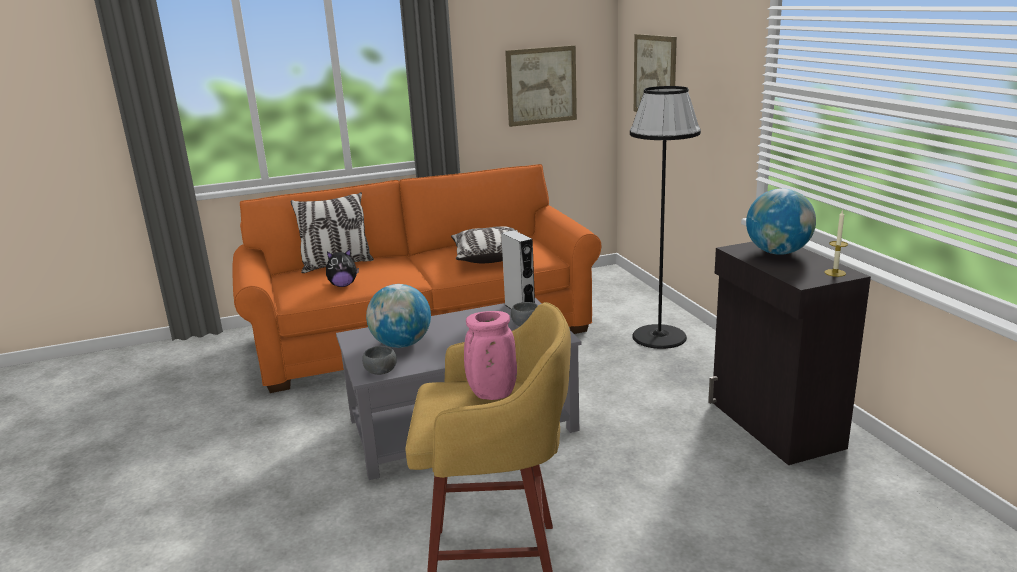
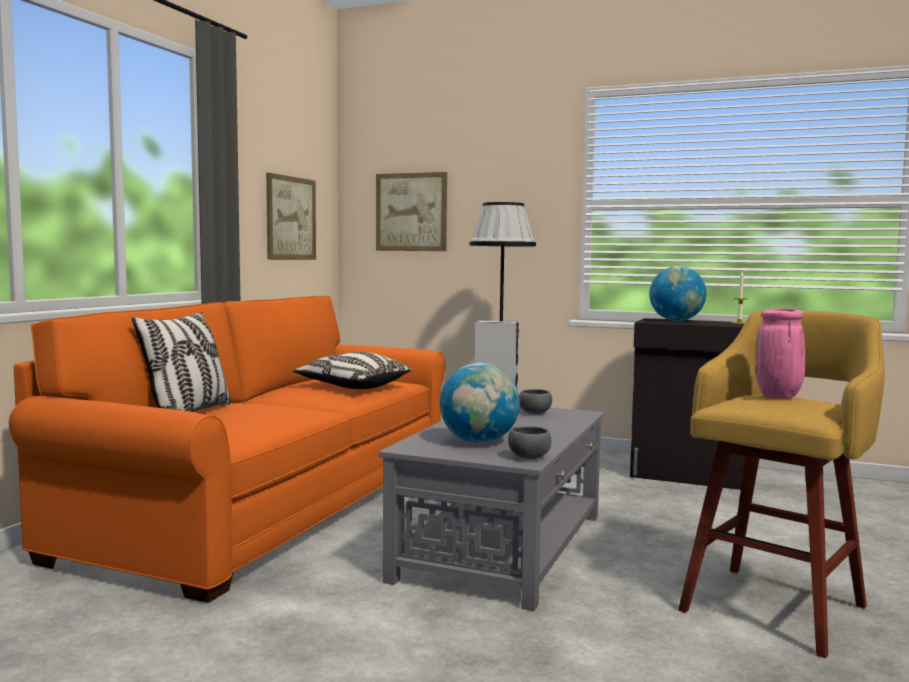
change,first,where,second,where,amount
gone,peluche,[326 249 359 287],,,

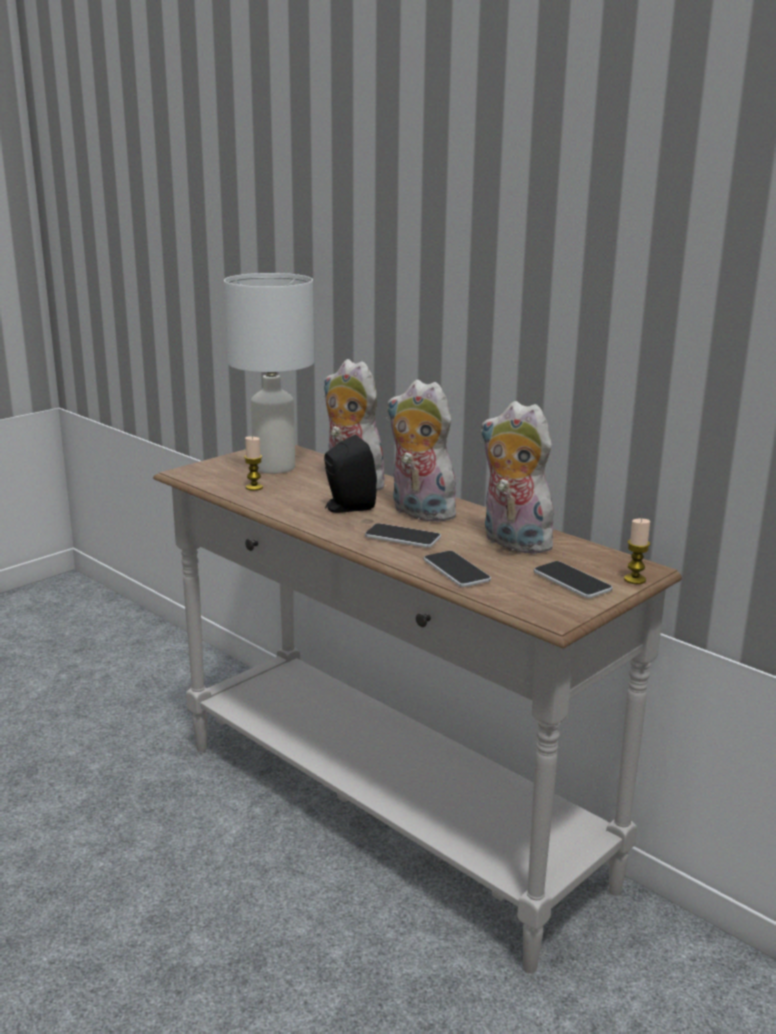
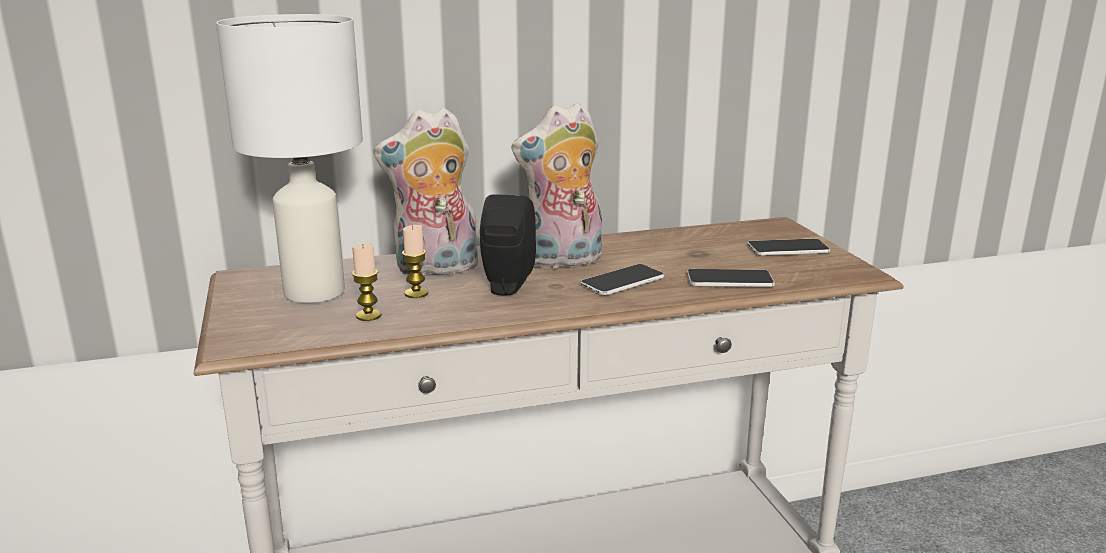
change,first,where,second,where,amount
gone,peluche,[480 401 556 554],,,
shifted,vela,[624 519 650 584],,[402 225 428 298],

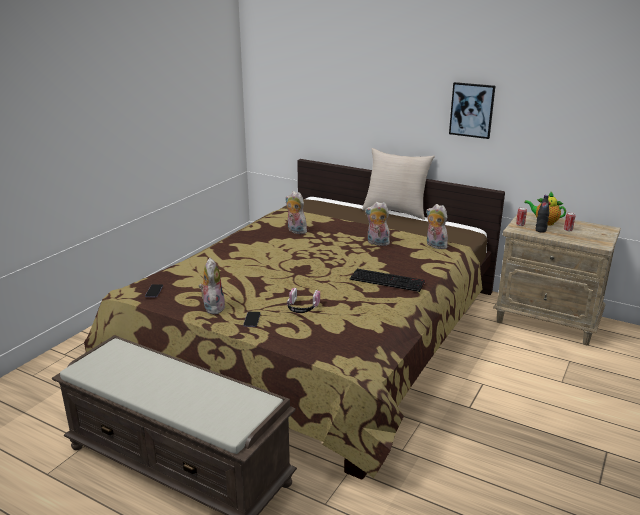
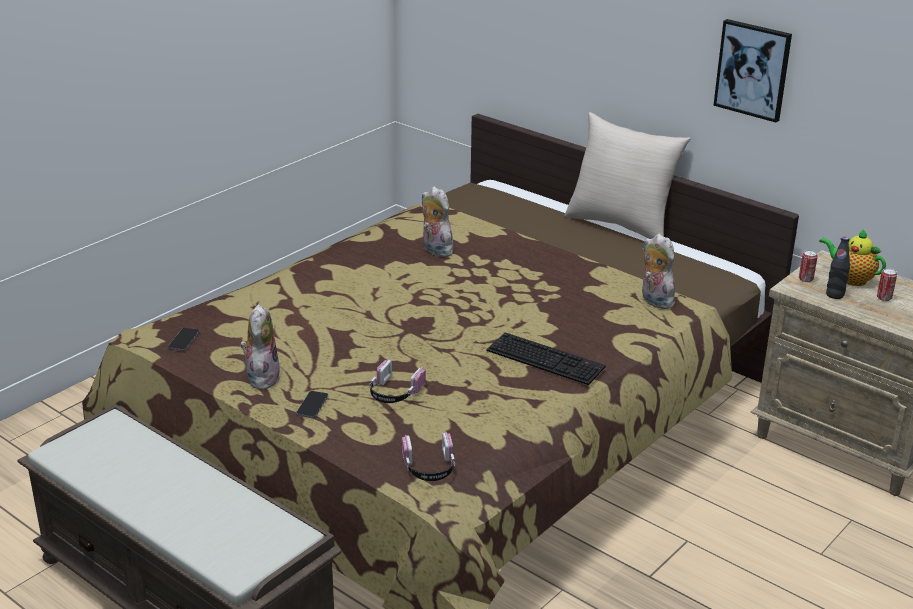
change,first,where,second,where,amount
gone,peluche,[365 202 390 246],,,
new,,,auriculares,[402 432 455 481],

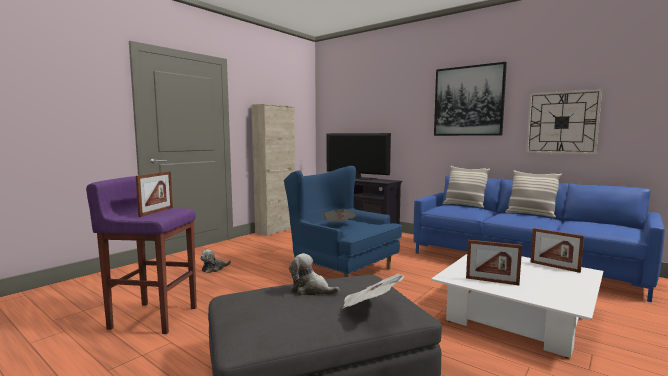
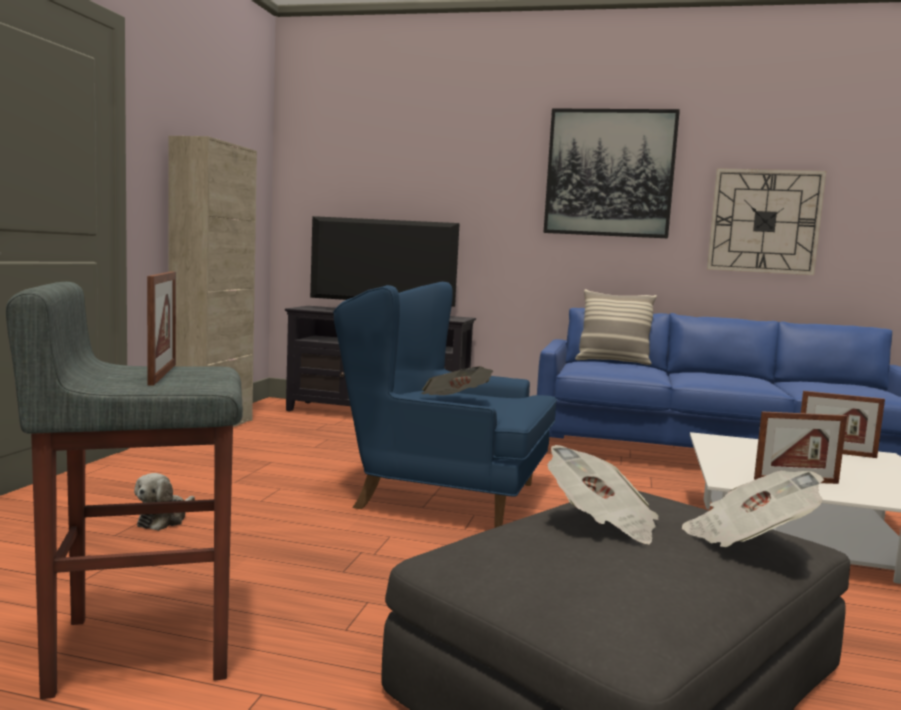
change,first,where,second,where,amount
gone,cojín,[506 170 562 218],,,
swapped,peluche,[289 253 340 296],periódico,[547 445 658 545],
repainted,taburete (morado),[86 176 197 334],taburete (gris),[6 282 243 699],

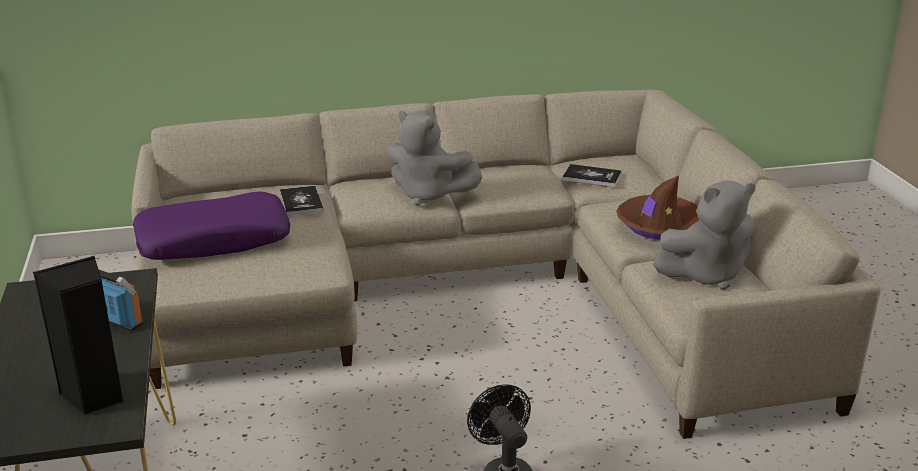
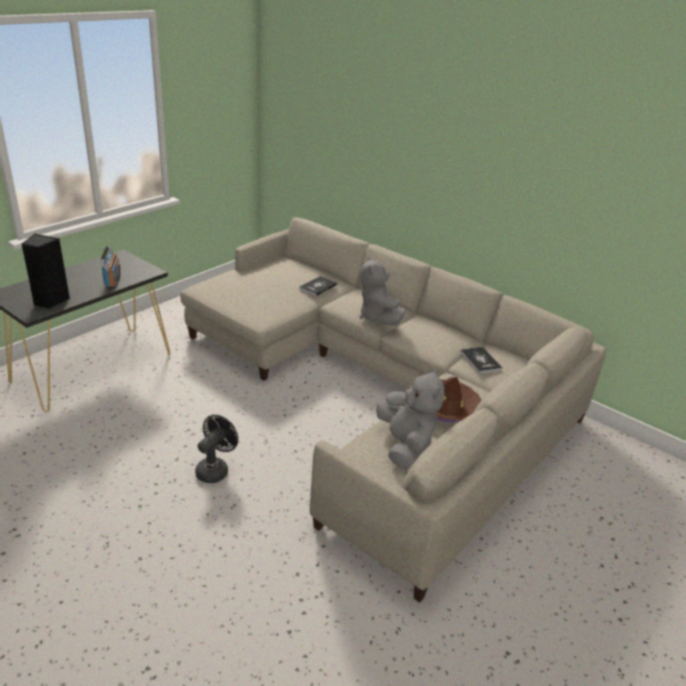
change,first,where,second,where,amount
gone,cojín (morado),[133 191 290 260],,,
rotated,peluche (gris),[653 180 755 290],,[376 368 445 469],135 degrees counterclockwise

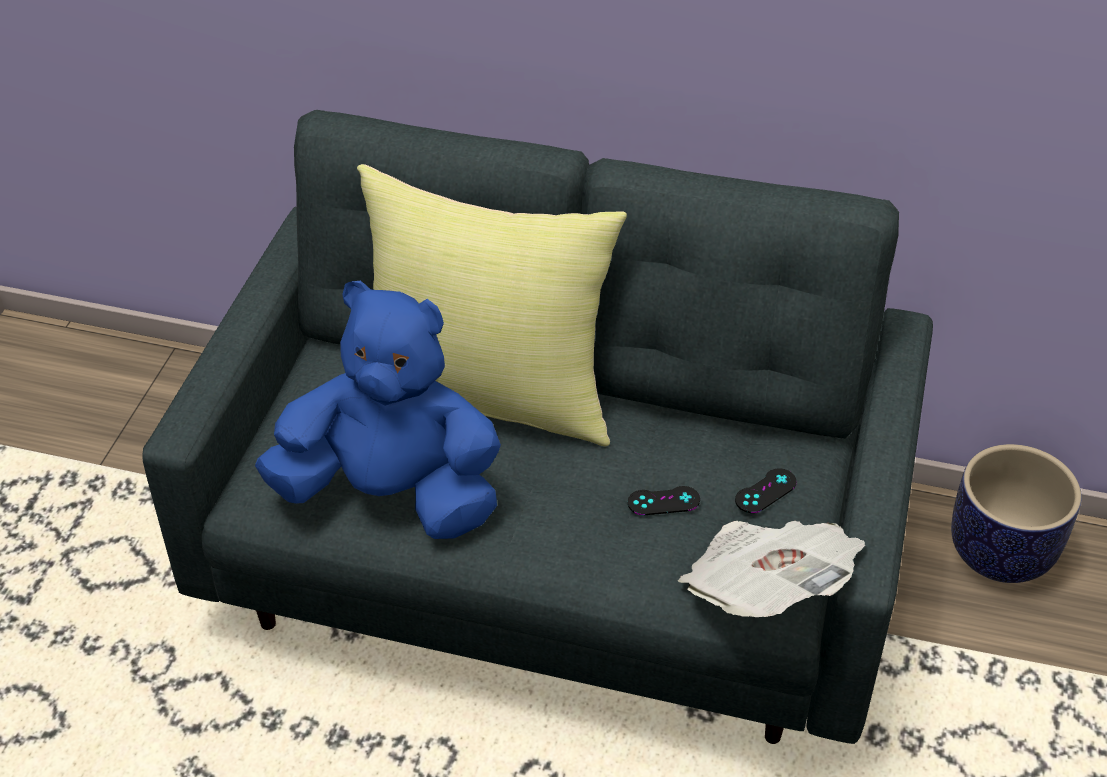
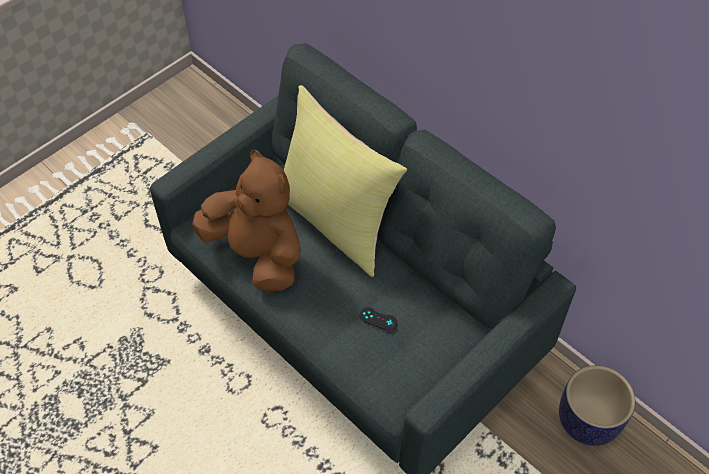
change,first,where,second,where,amount
gone,periódico,[678 521 865 617],,,
gone,mando de consola (negro),[735 468 797 513],,,
repainted,peluche (azul),[255 281 501 539],peluche (marrón),[192 149 301 291],

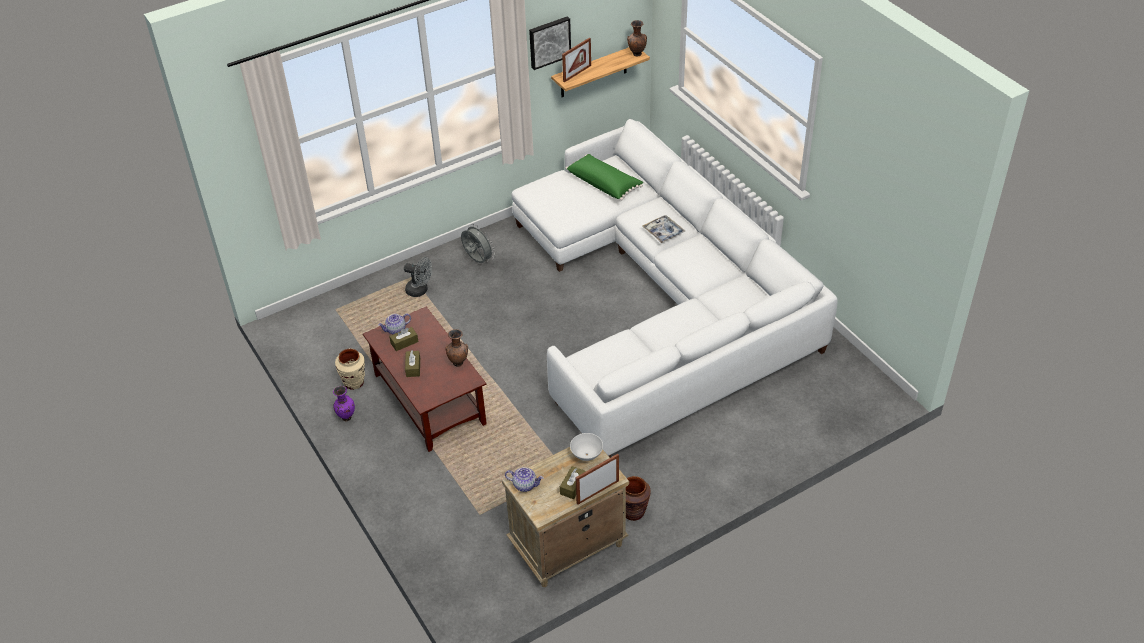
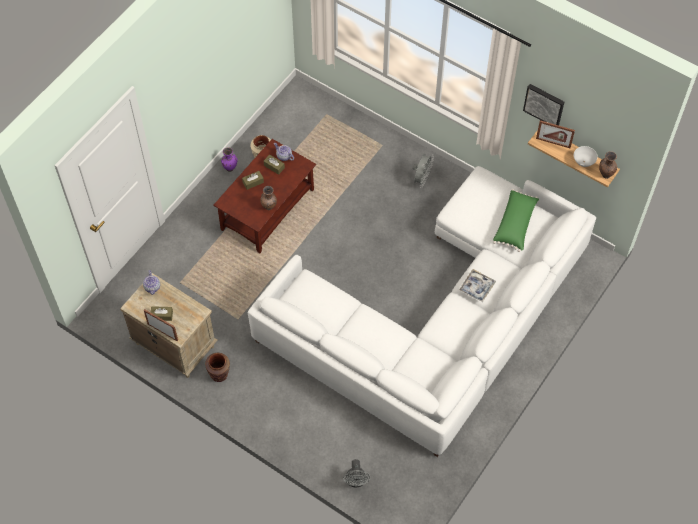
change,first,where,second,where,amount
shifted,ventilador (gris),[404 257 432 297],,[343 459 371 487],
shifted,cuenco (blanco),[570 433 603 461],,[574 146 598 167],

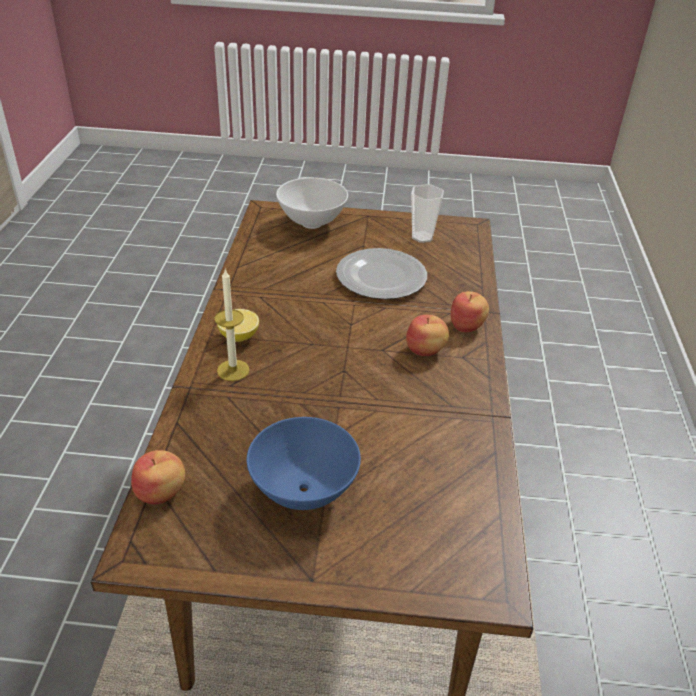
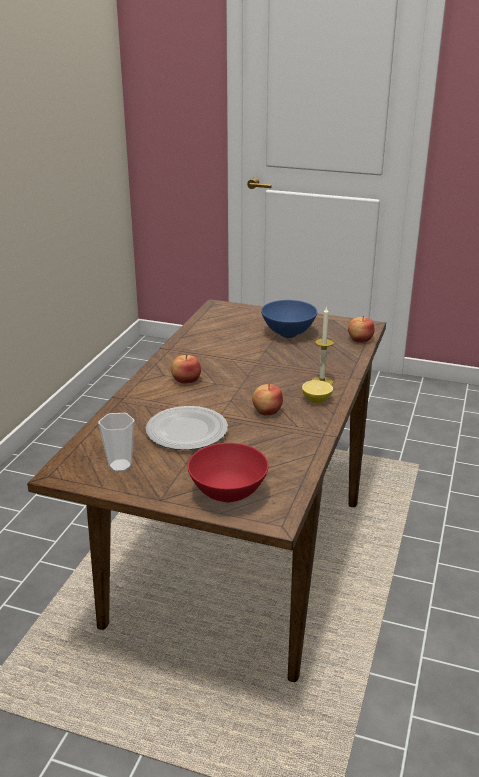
change,first,where,second,where,amount
shifted,manzana,[451 291 489 332],,[252 383 283 416],
repainted,cuenco (blanco),[276 178 348 229],cuenco (rojo),[188 443 269 502],

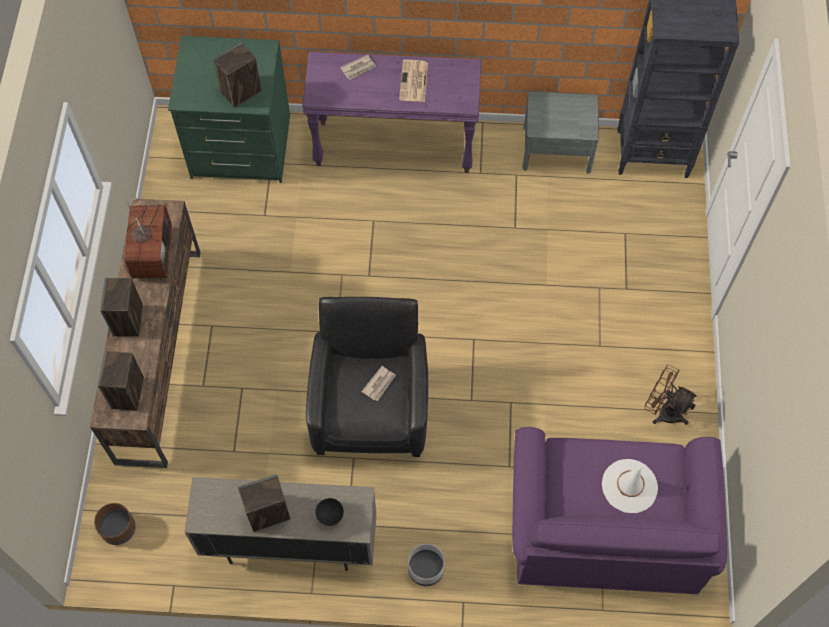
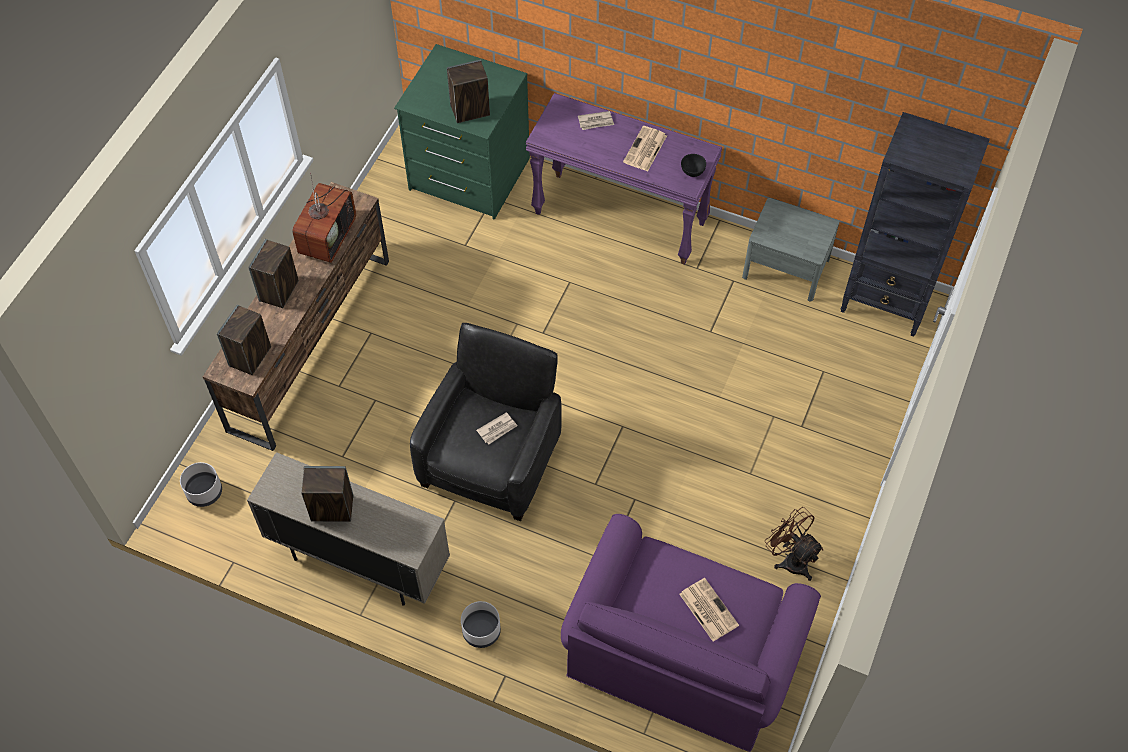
change,first,where,second,where,amount
shifted,cuenco (negro),[315 498 344 526],,[681 154 706 177],
swapped,sombrero (blanco),[602 459 658 513],periódico,[679 578 739 641],
repainted,maceta (marrón),[94 503 136 545],maceta (gris),[180 462 222 507],

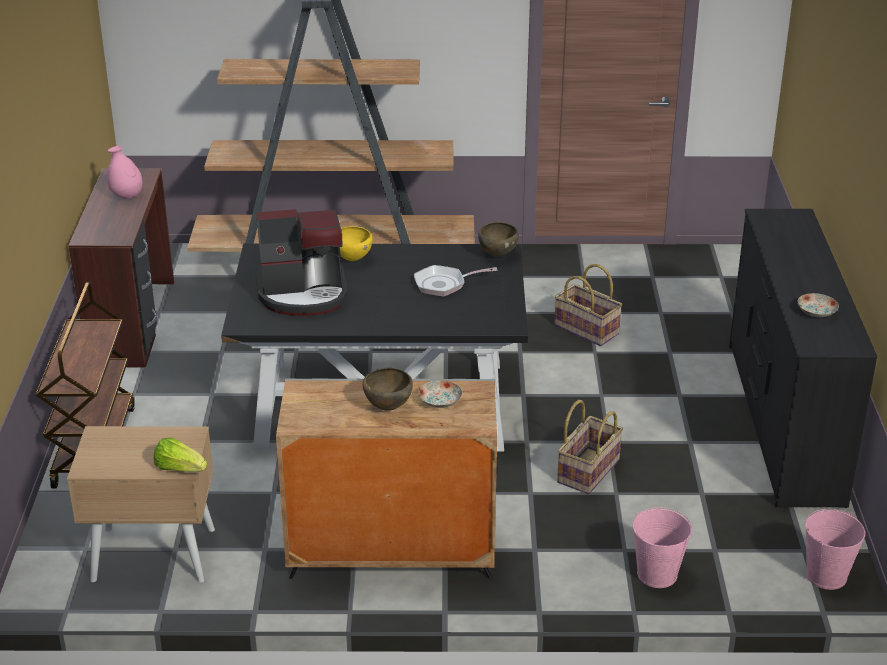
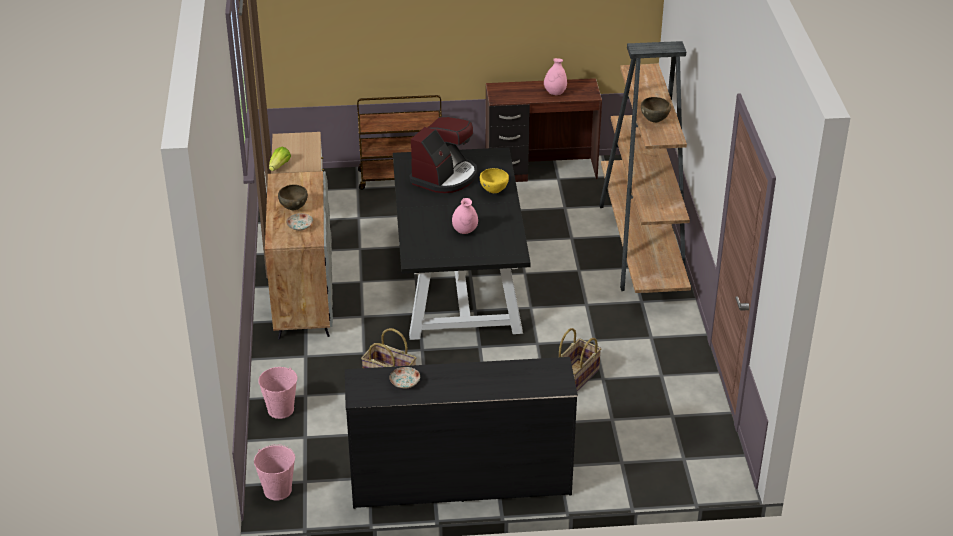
change,first,where,second,where,amount
shifted,cuenco (marrón),[478 222 519 257],,[641 97 671 123],
swapped,sartén,[414 265 497 297],florero (rosa),[452 198 478 234],
rotated,cafetera,[255 209 348 316],,[409 117 477 193],135 degrees counterclockwise

